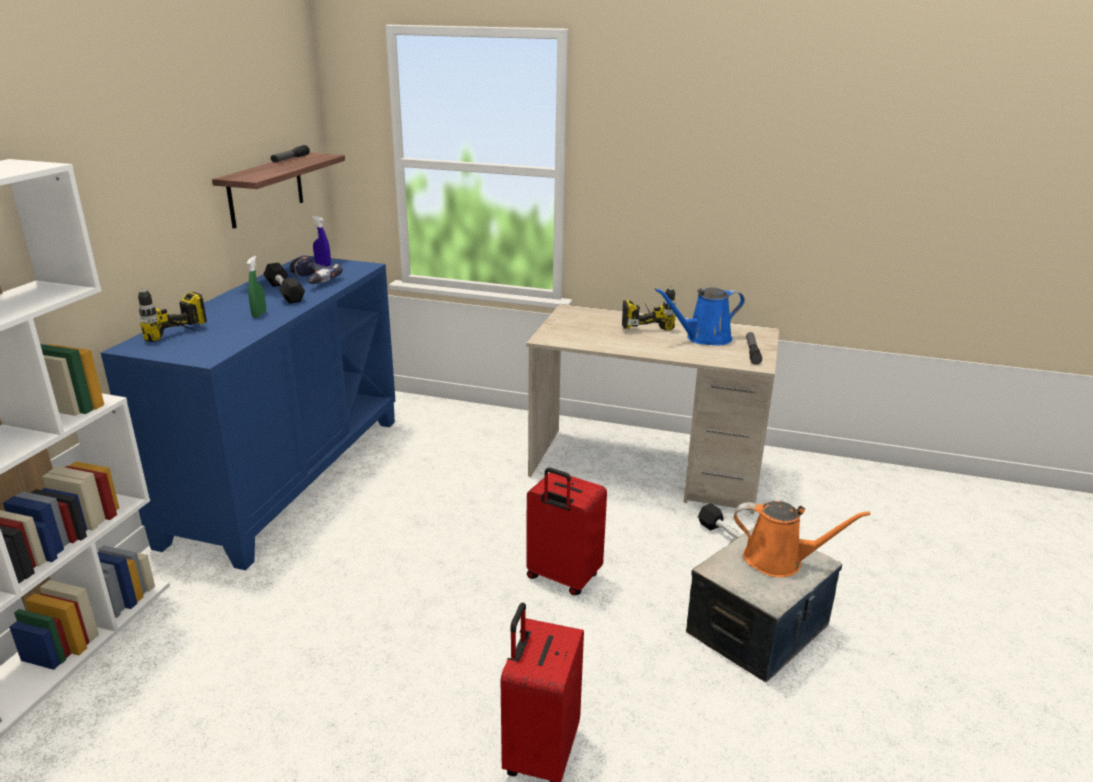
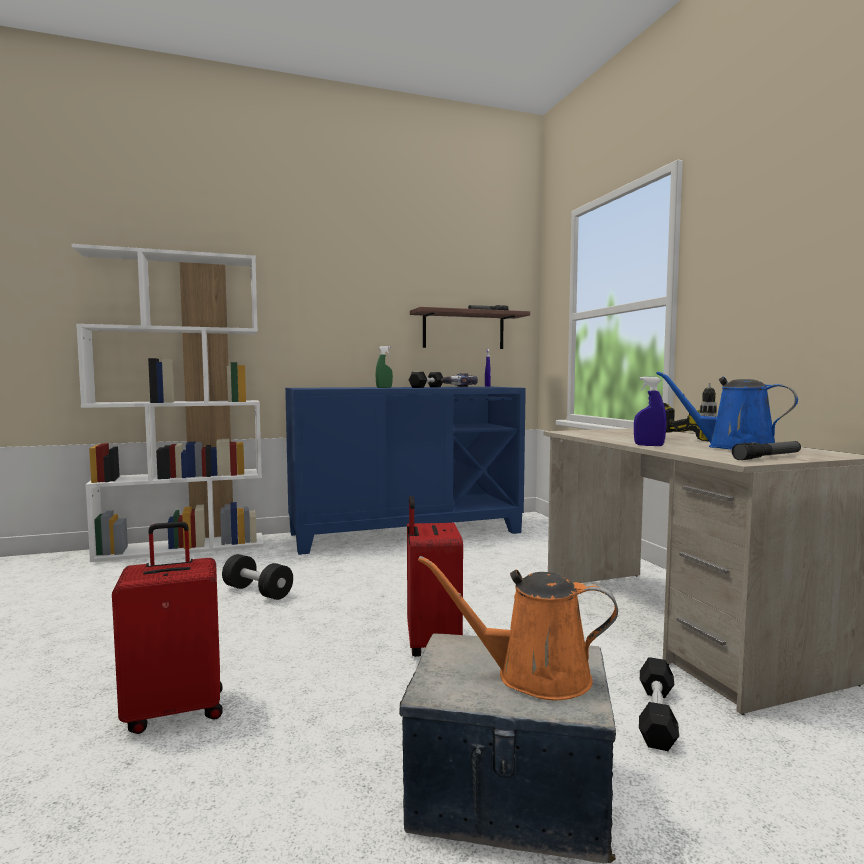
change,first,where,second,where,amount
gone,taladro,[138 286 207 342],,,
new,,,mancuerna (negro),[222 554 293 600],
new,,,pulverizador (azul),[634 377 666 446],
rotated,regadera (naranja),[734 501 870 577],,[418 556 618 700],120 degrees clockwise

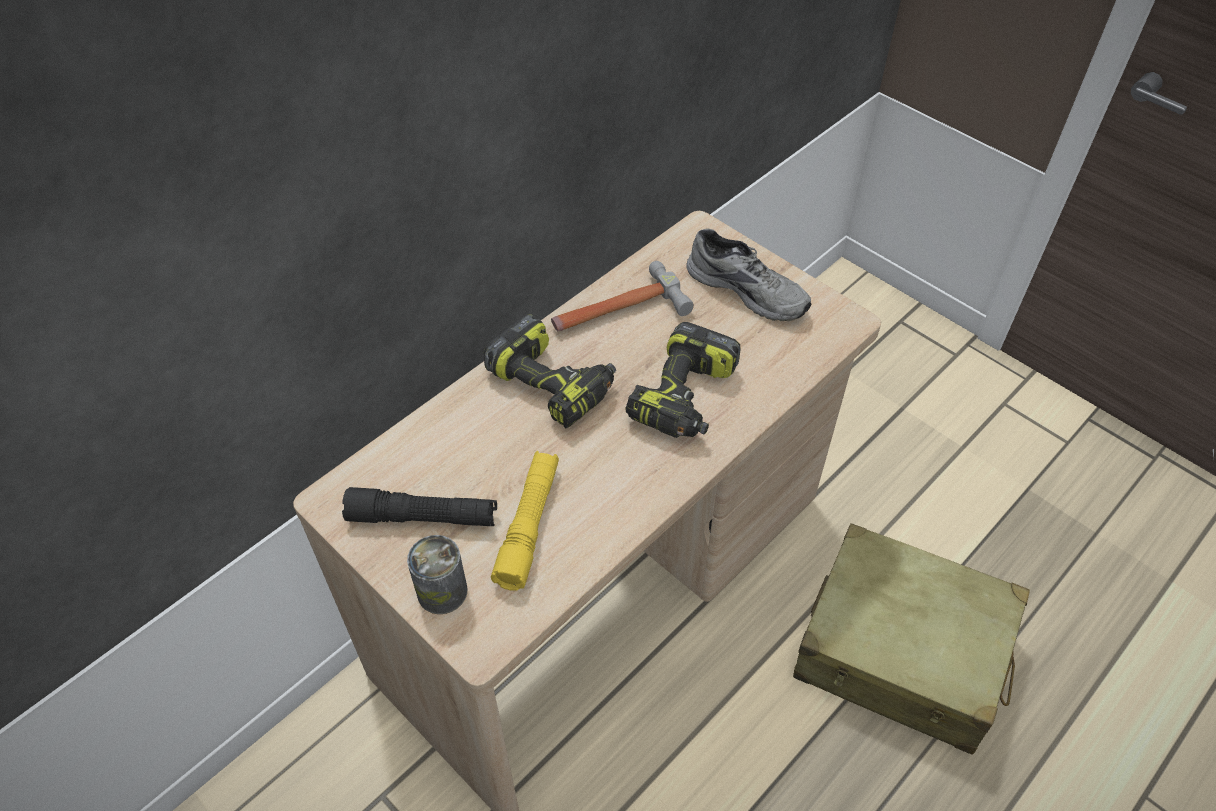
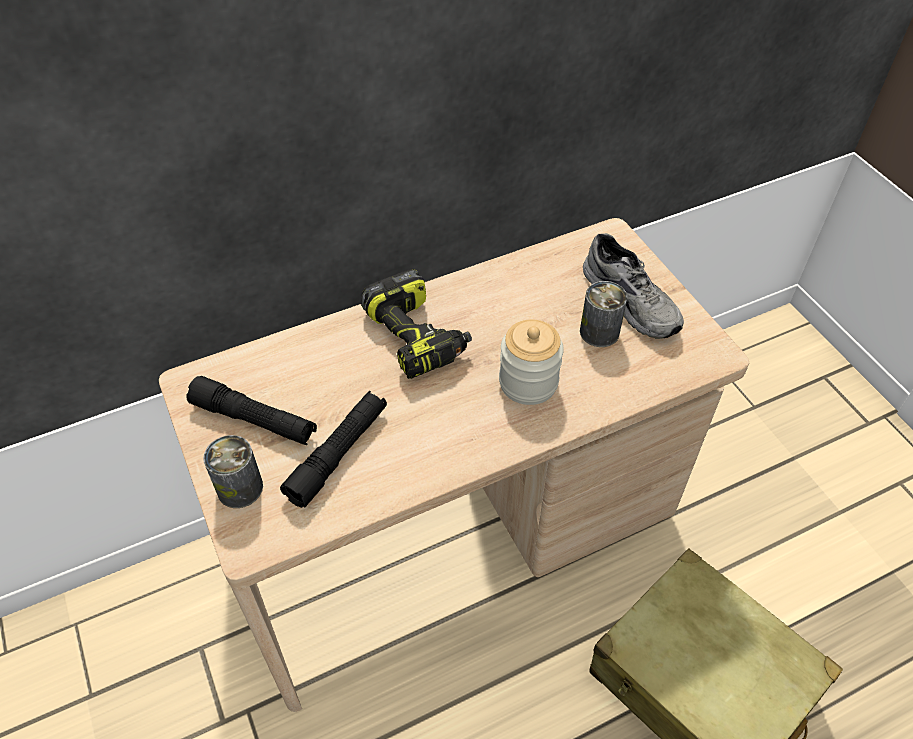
change,first,where,second,where,amount
gone,martillo,[551 261 694 331],,,
new,,,lata,[580 281 627 347],
swapped,taladro,[626 322 741 438],tarro,[499 319 564 405],
repainted,linterna (amarillo),[491 451 559 591],linterna (negro),[280 391 387 508],

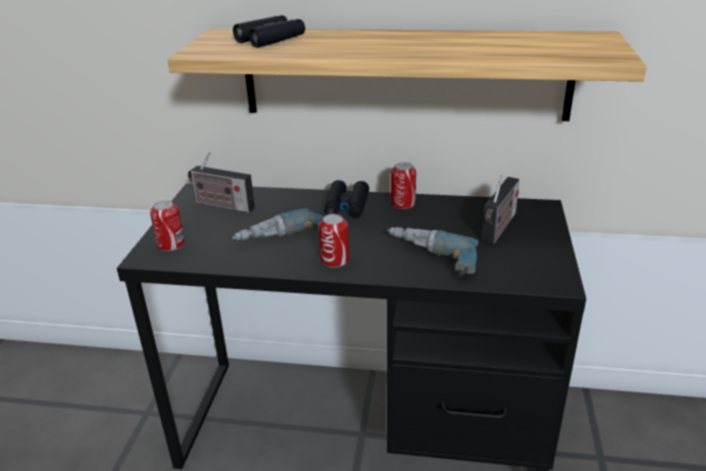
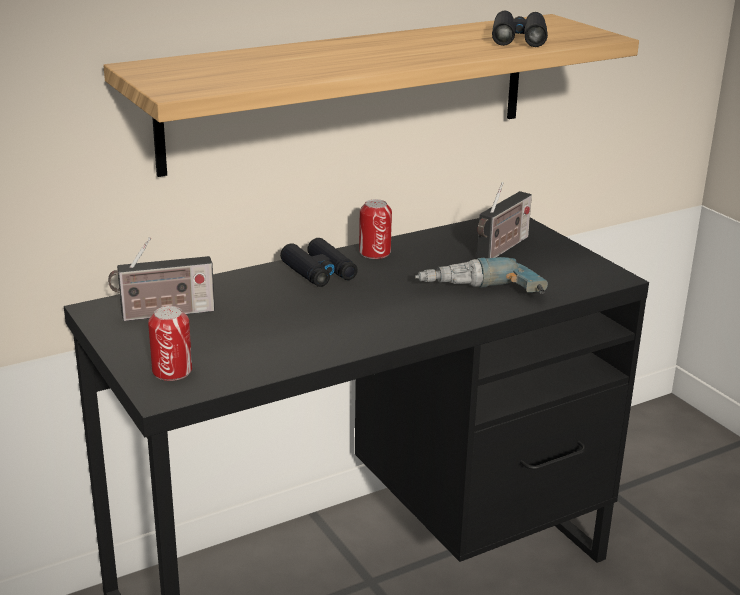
change,first,where,second,where,amount
gone,taladro,[232 208 324 241],,,
gone,lata,[319 214 349 268],,,
shifted,prismáticos (negro),[233 15 305 48],,[492 11 548 47],
rotated,radio,[482 175 520 244],,[477 182 532 258],45 degrees clockwise

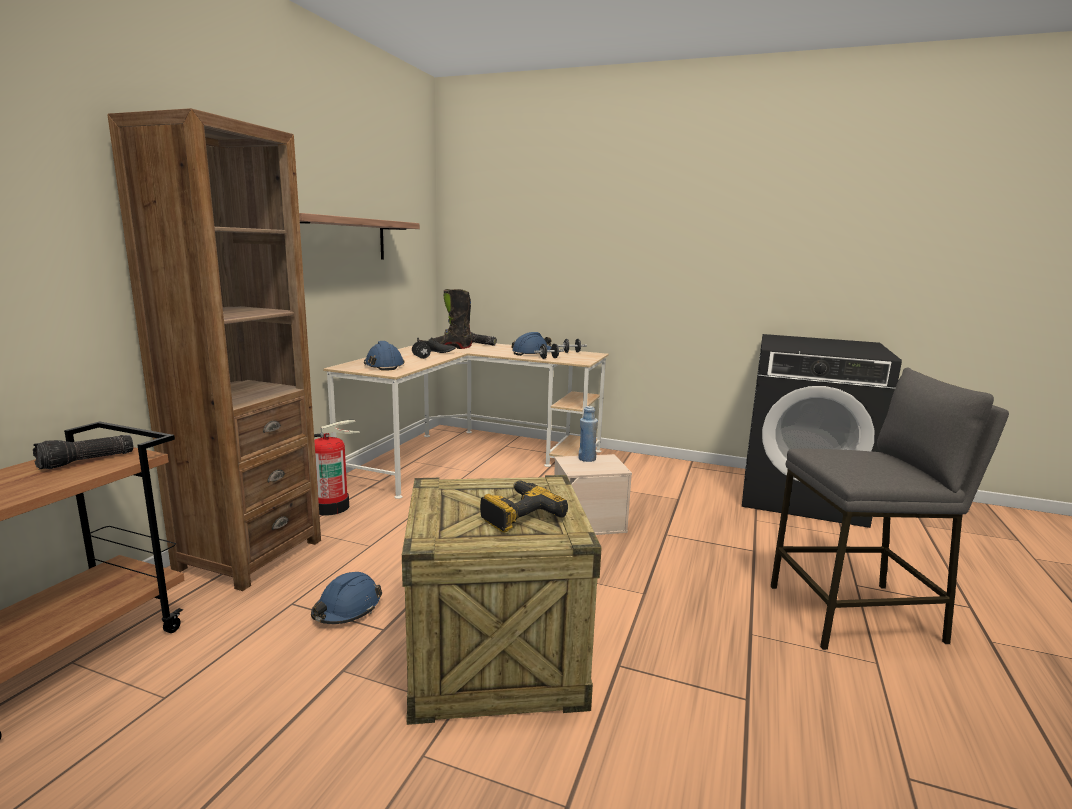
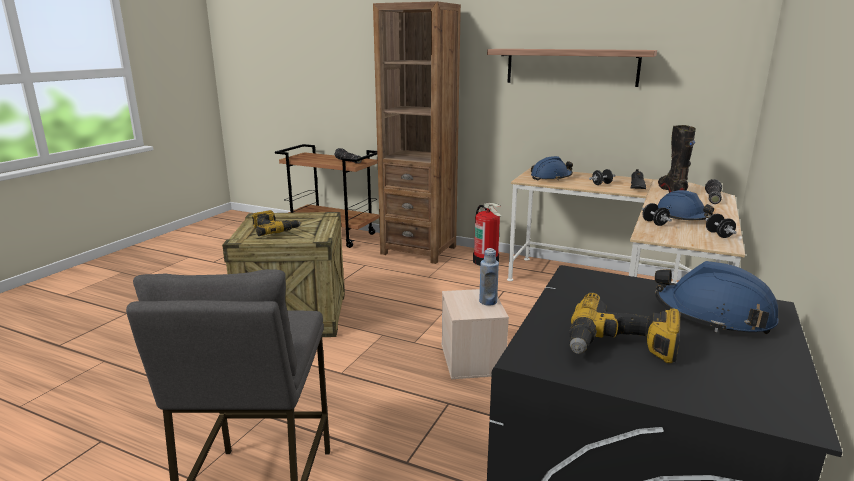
change,first,where,second,where,amount
new,,,taladro,[569 293 681 363],
shifted,casco (azul),[311 572 382 624],,[655 261 778 334],

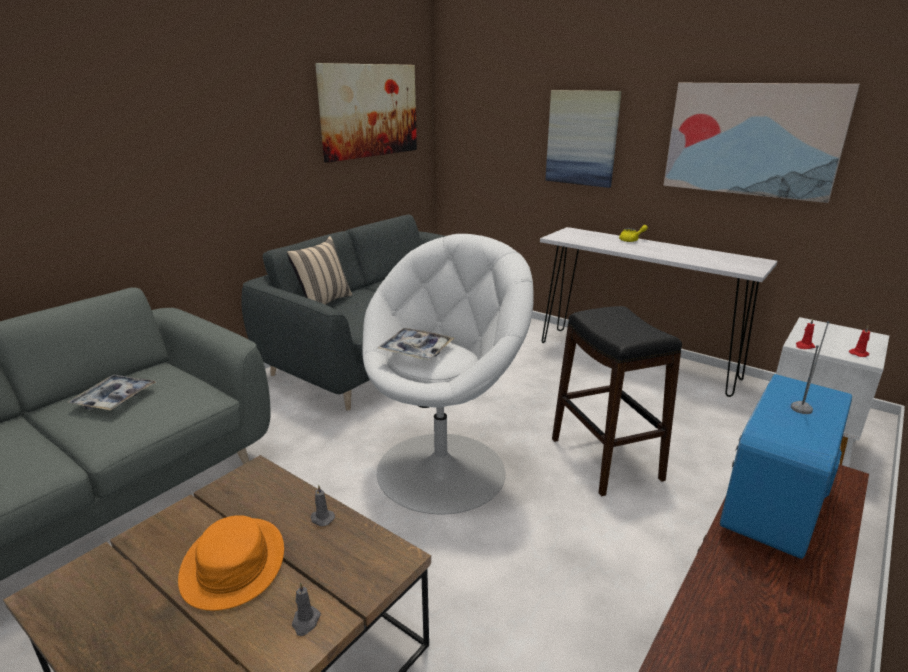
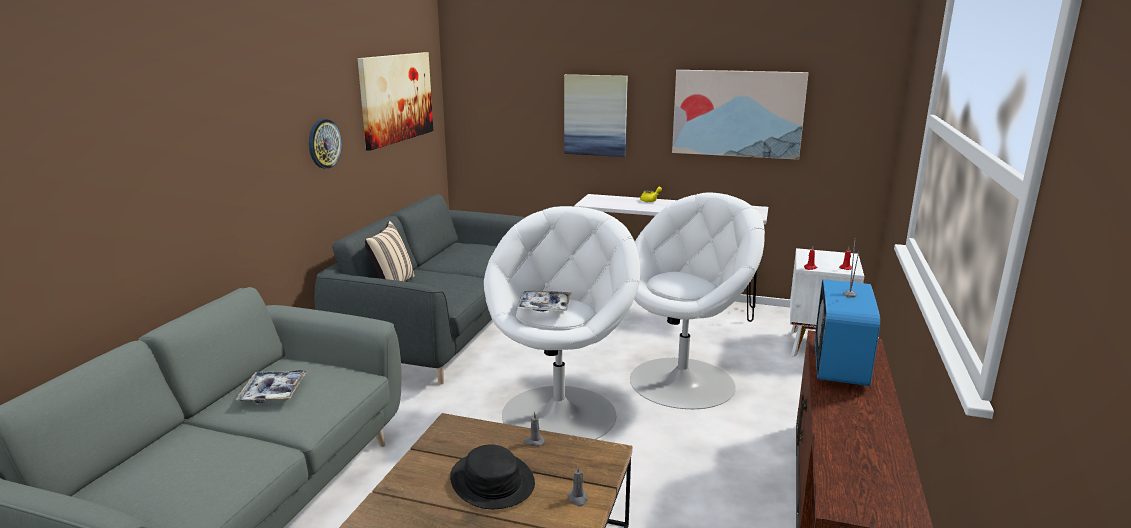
change,first,where,second,where,amount
new,,,reloj de pared,[309 119 342 169],
swapped,taburete (negro),[552 306 682 496],sillón (blanco),[630 192 765 409],
repainted,sombrero (naranja),[178 515 284 611],sombrero (negro),[450 444 535 509],

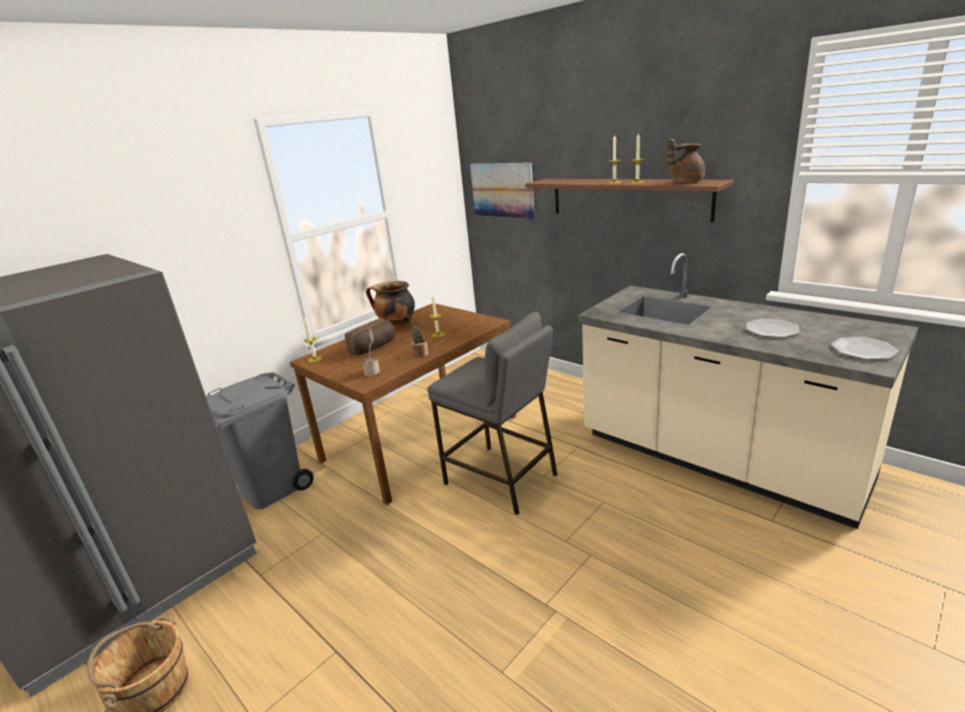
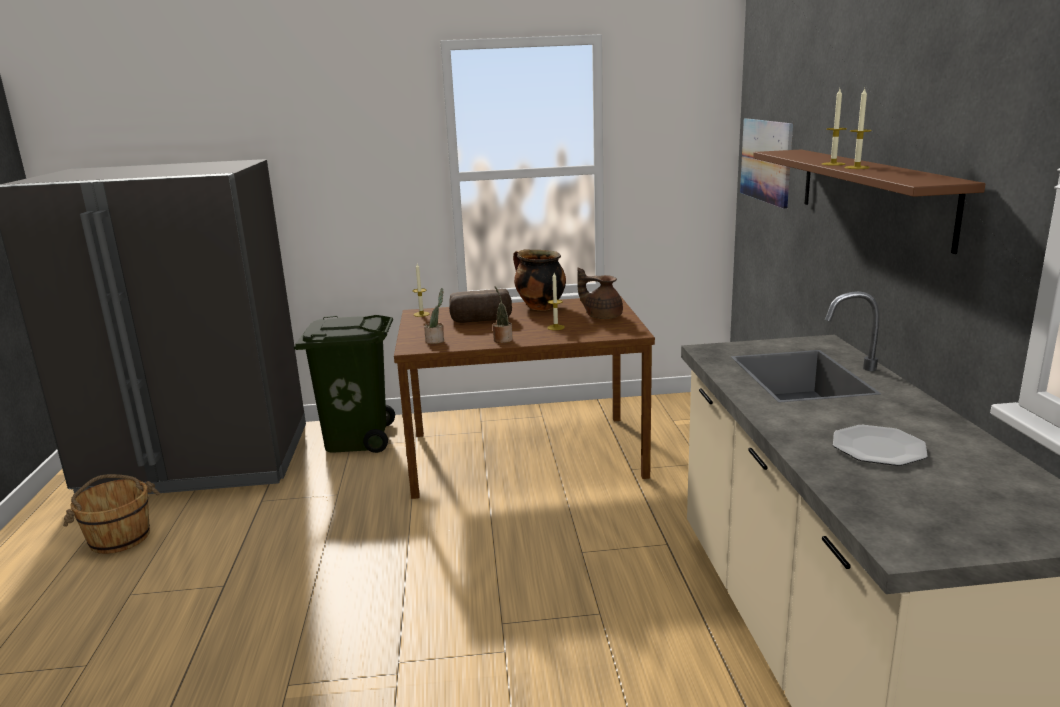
change,first,where,second,where,amount
gone,taburete (gris),[427 311 557 515],,,
gone,plato,[831 337 899 360],,,
shifted,tetera (marrón),[667 138 705 183],,[577 267 623 319],
repainted,papelera (gris),[206 372 314 509],papelera (verde),[294 315 395 453],

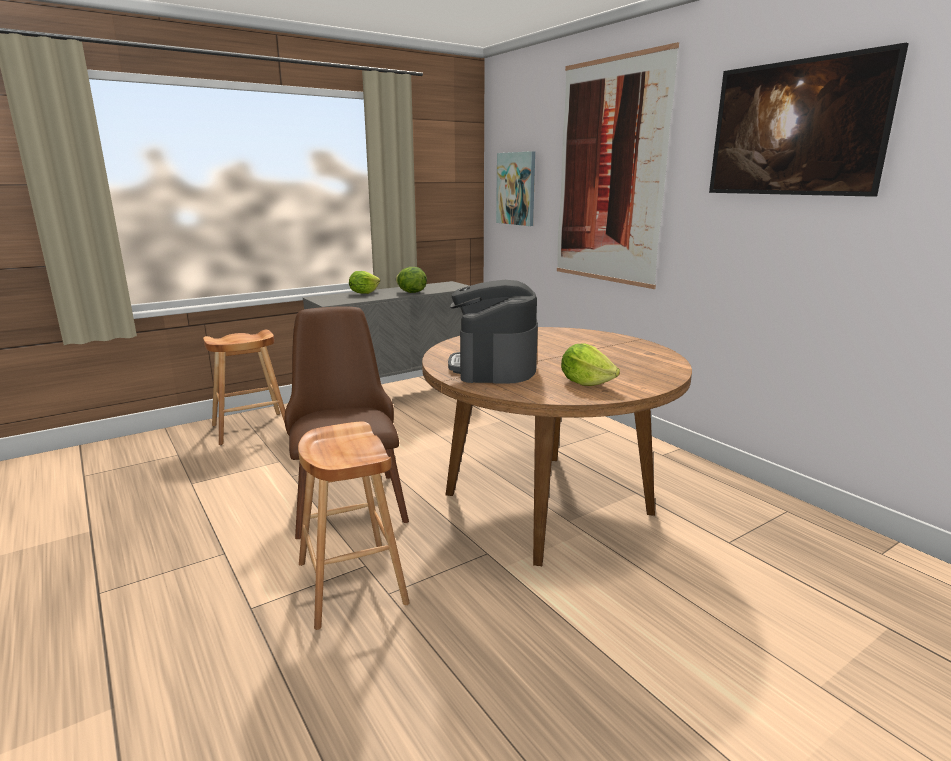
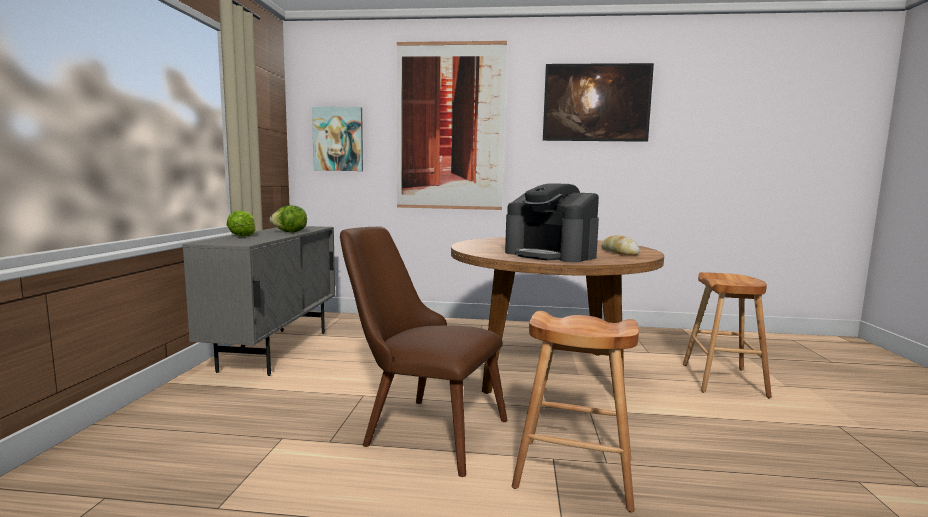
change,first,where,second,where,amount
shifted,taburete (marrón),[203 330 285 445],,[683 272 772 399],
swapped,lechuga,[561 343 620 386],pan,[601 235 640 255],

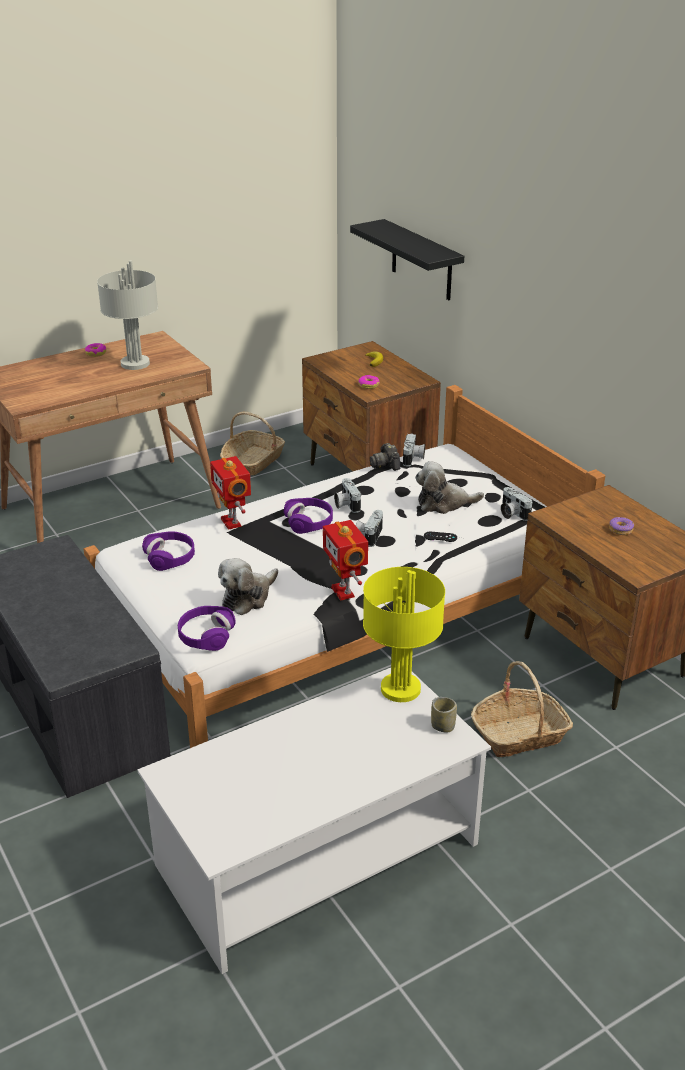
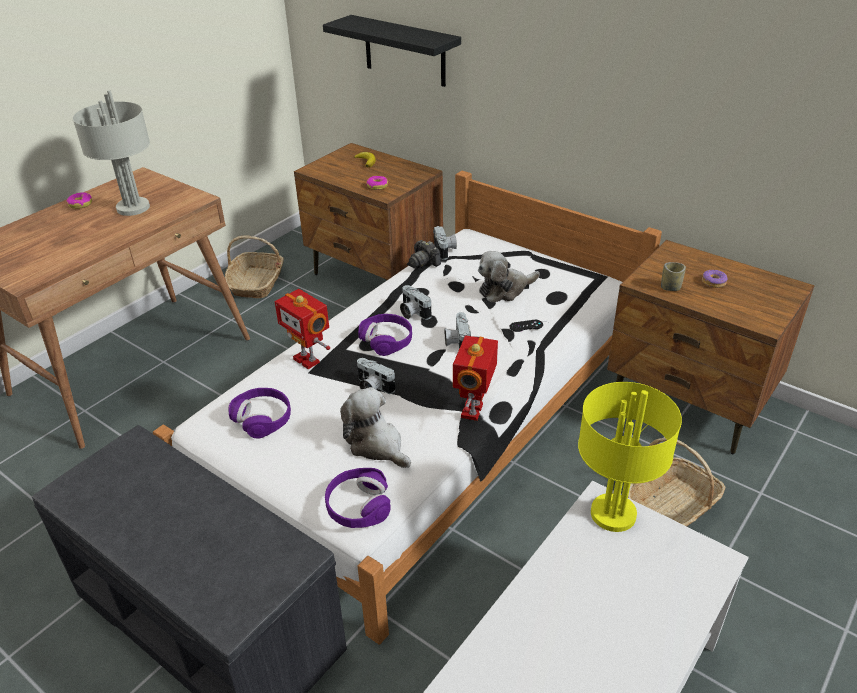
change,first,where,second,where,amount
shifted,taza,[431 697 457 733],,[661 262 686 291],
shifted,cámara,[501 487 532 521],,[357 358 396 394],
rotated,peluche,[218 558 278 615],,[340 387 411 468],120 degrees clockwise
rotated,robot de juguete,[323 520 368 601],,[453 335 498 421],60 degrees clockwise

